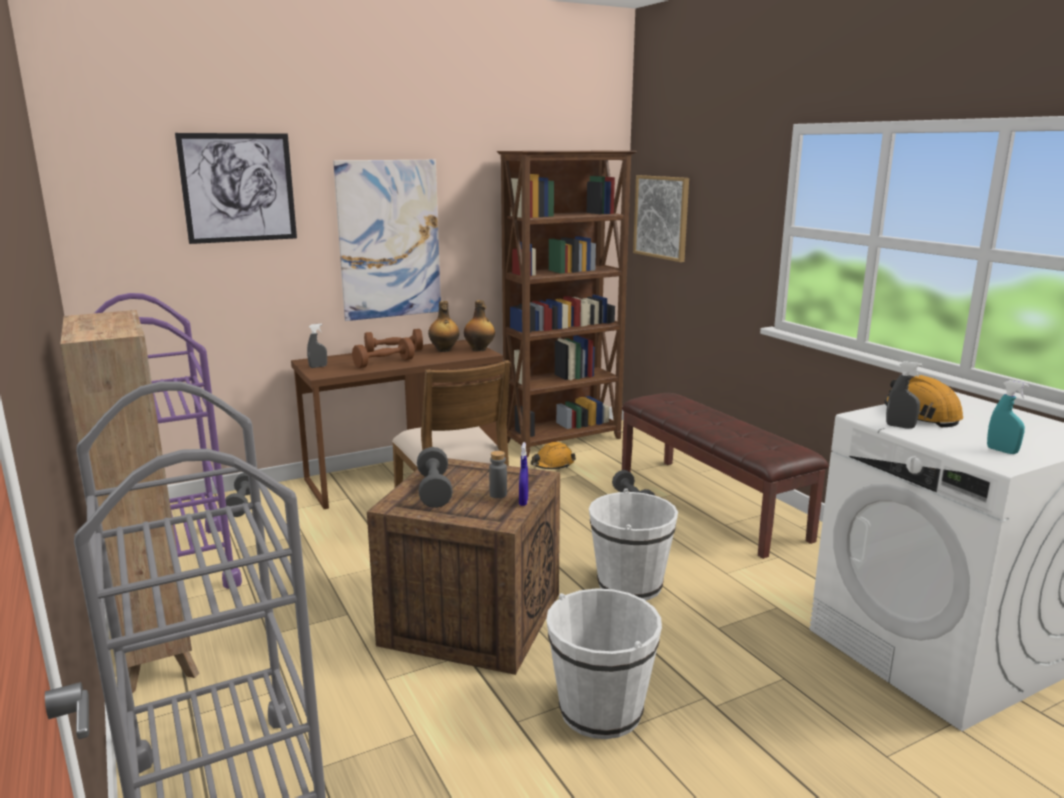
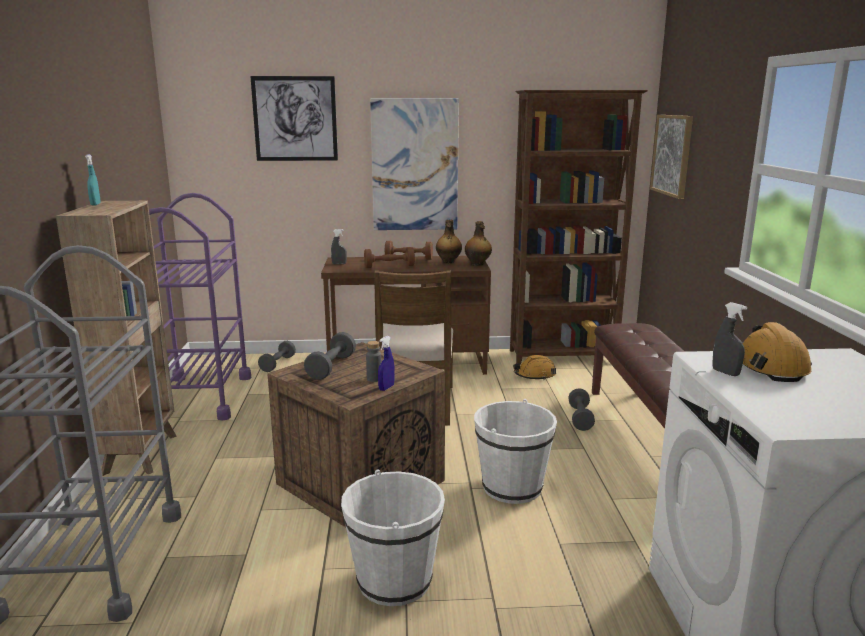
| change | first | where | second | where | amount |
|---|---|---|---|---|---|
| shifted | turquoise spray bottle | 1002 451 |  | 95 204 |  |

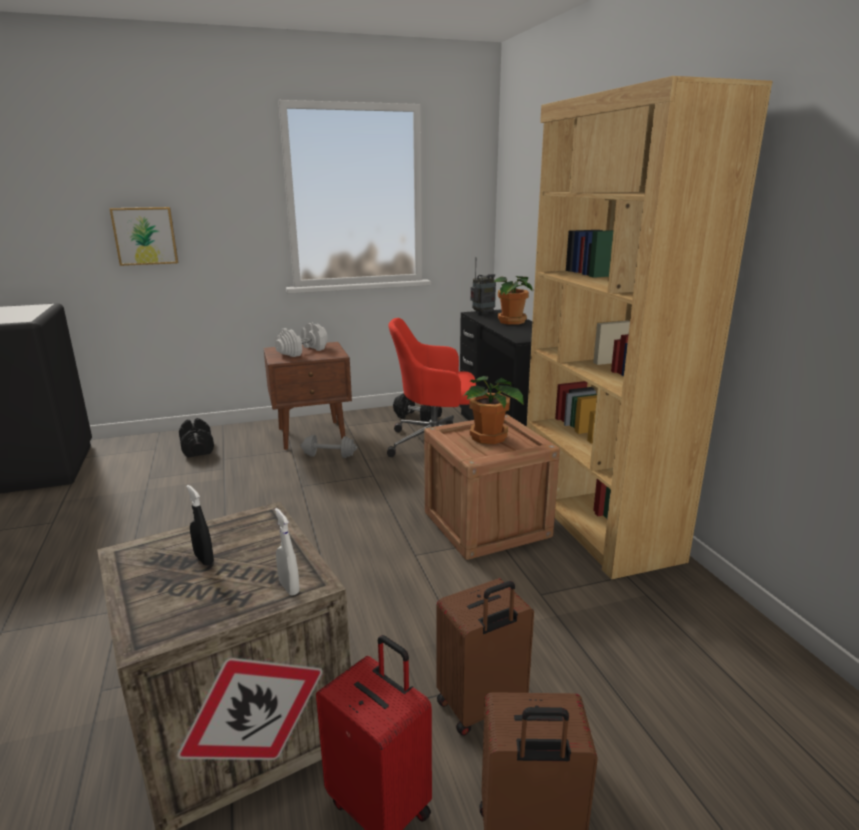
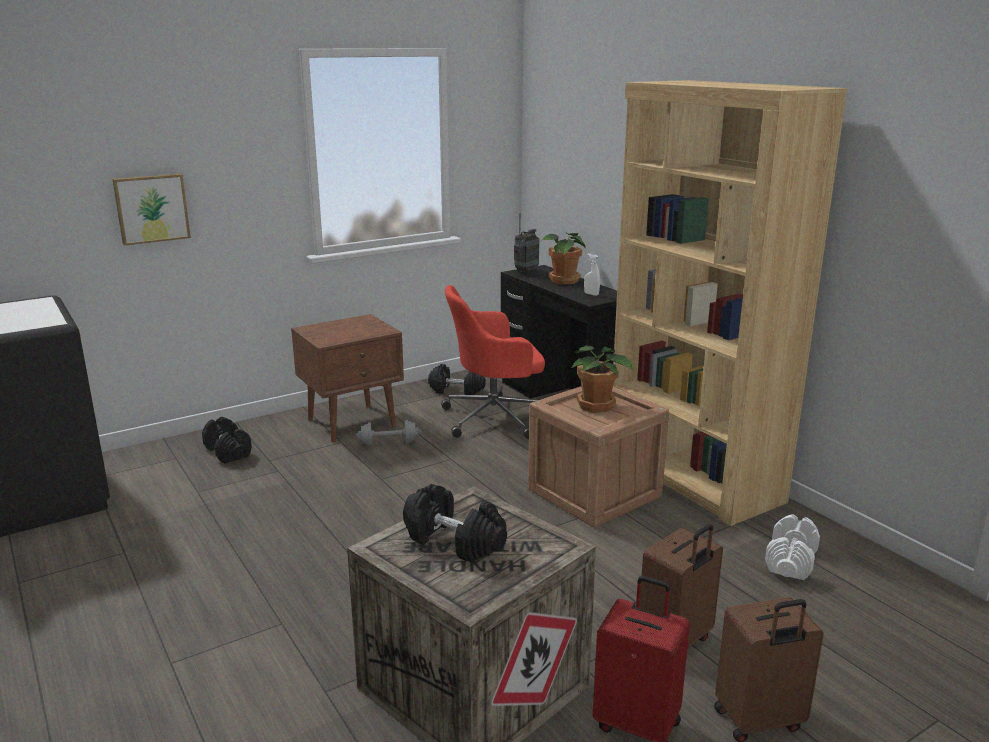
| change | first | where | second | where | amount |
|---|---|---|---|---|---|
| shifted | white dumbbell | 302 351 |  | 790 561 |  |
| shifted | white spray bottle | 289 587 |  | 591 294 |  |
| swapped | black spray bottle | 204 559 | black dumbbell | 455 541 |  |

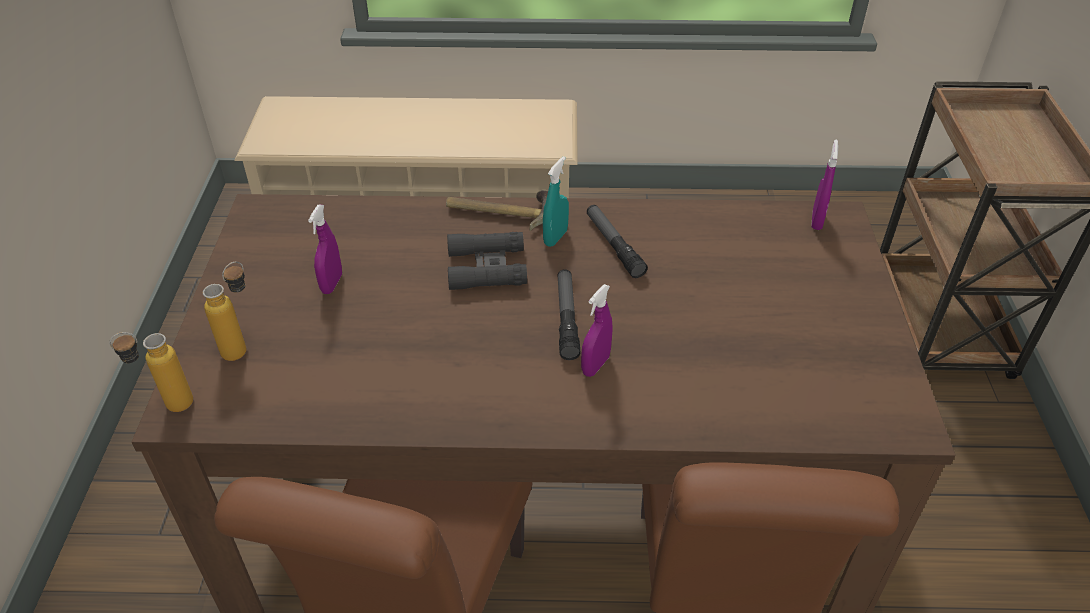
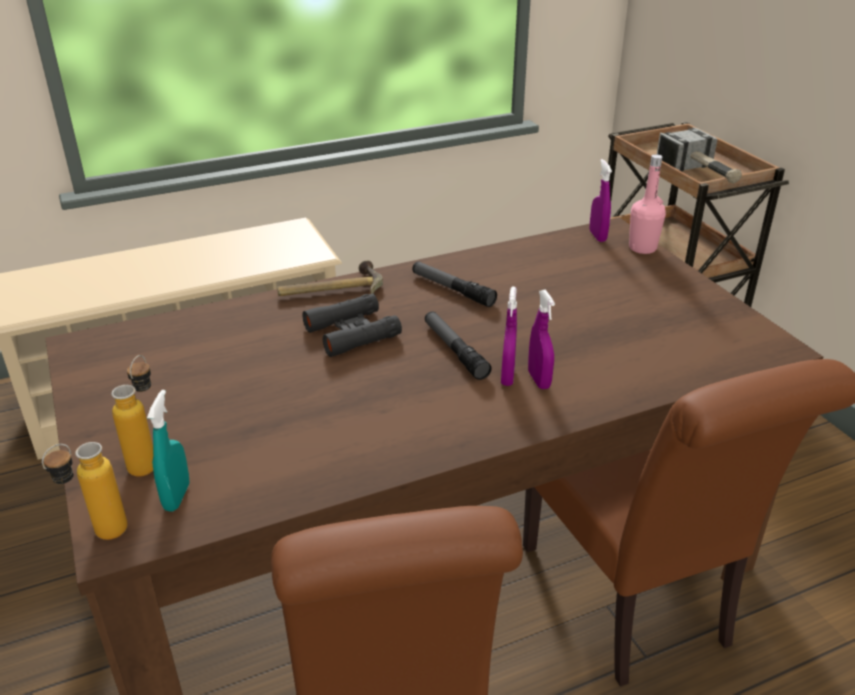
| change | first | where | second | where | amount |
|---|---|---|---|---|---|
| new |  |  | pink bottle | 642 248 |  |
| new |  |  | hammer | 701 174 |  |
| shifted | purple spray bottle | 332 284 |  | 539 380 |  |
| shifted | turquoise spray bottle | 555 238 |  | 177 497 |  |

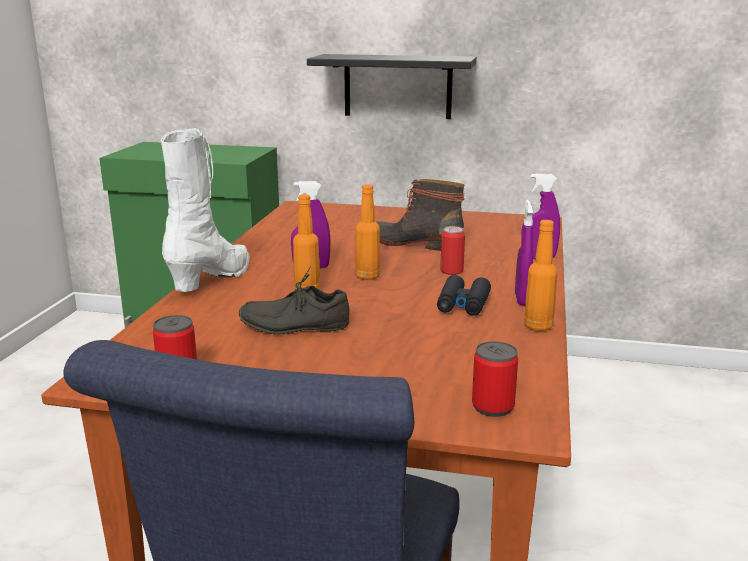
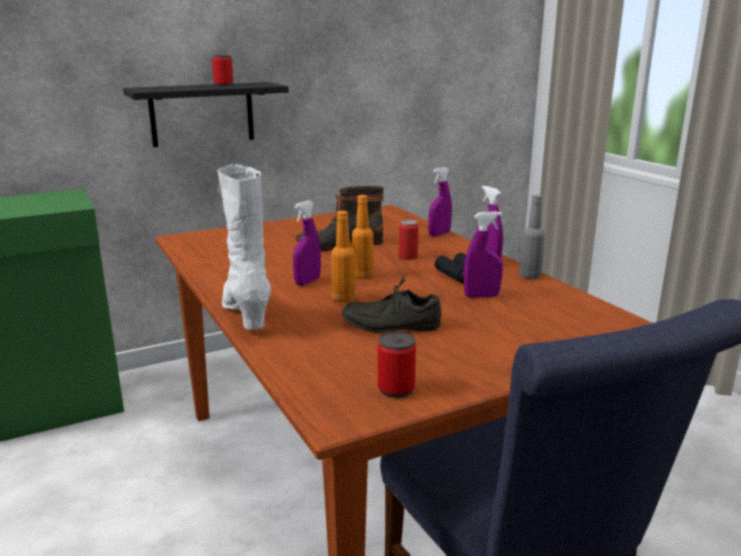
| change | first | where | second | where | amount |
|---|---|---|---|---|---|
| new |  |  | purple spray bottle | 481 296 |  |
| shifted | can | 493 407 |  | 223 85 |  |
| repainted | orange bottle | 538 326 | grey bottle | 530 276 |  |
| rotated | grey shoe | 294 324 |  | 391 324 | 45 degrees clockwise |

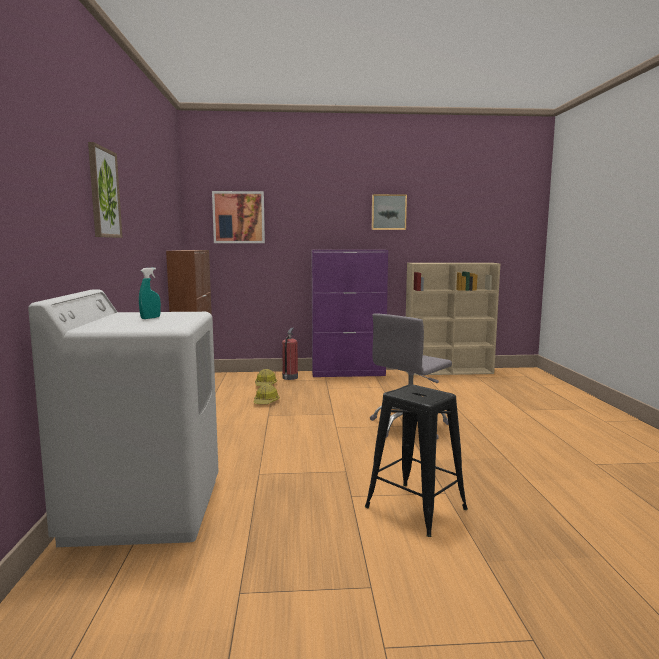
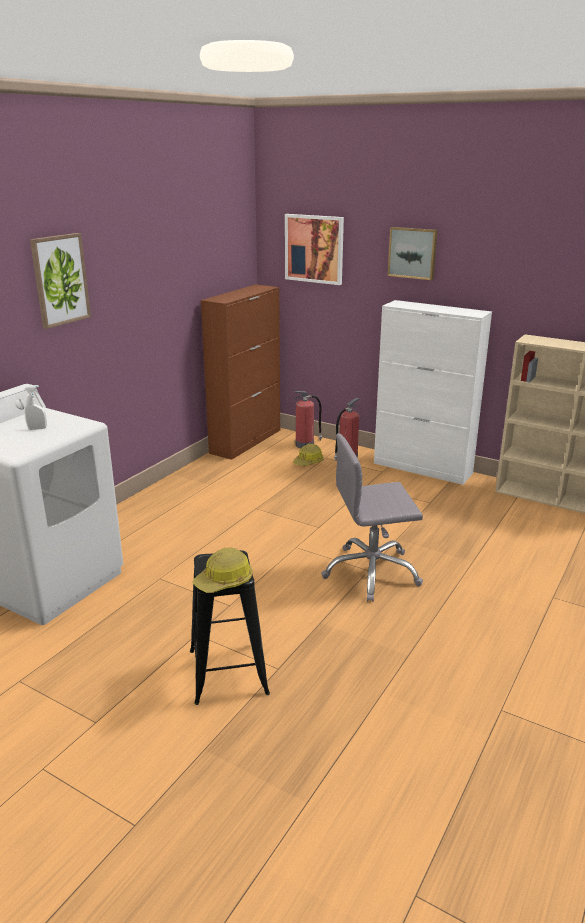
| change | first | where | second | where | amount |
|---|---|---|---|---|---|
| new |  |  | fire extinguisher | 305 444 |  |
| shifted | hard hat | 266 402 |  | 224 581 |  |
| shifted | picture | 388 212 |  | 413 253 |  |
| repainted | turquoise spray bottle | 150 318 | white spray bottle | 37 428 |  |
| repainted | purple cabinet | 348 373 | white cabinet | 423 468 |  |

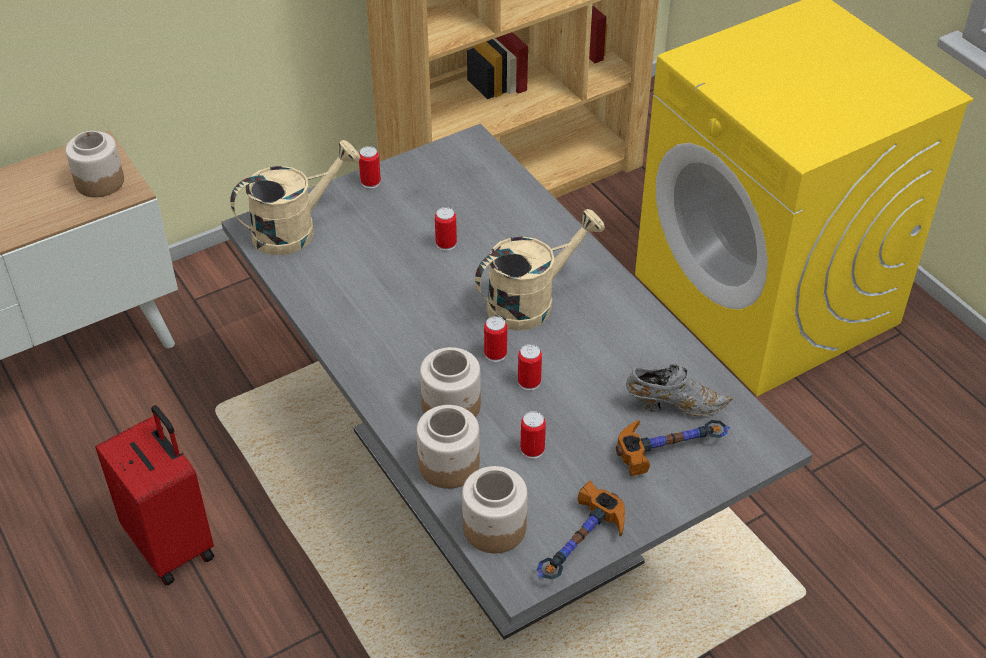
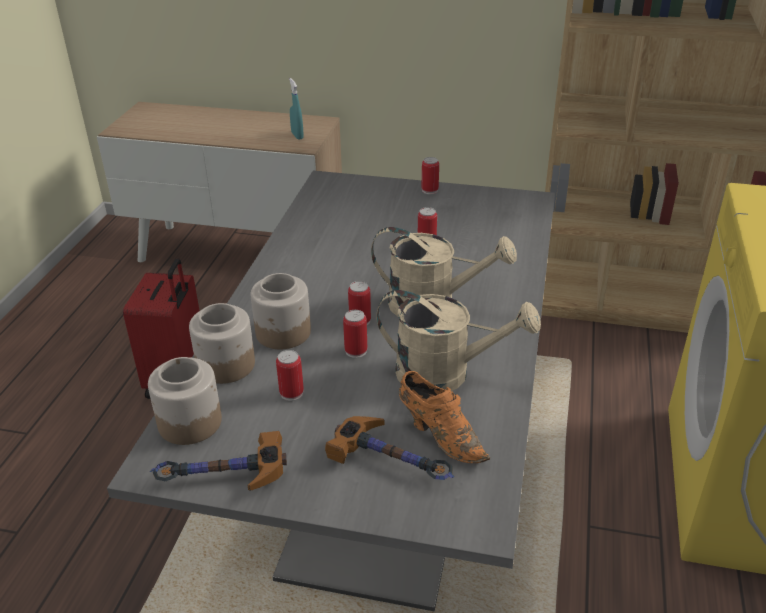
| change | first | where | second | where | amount |
|---|---|---|---|---|---|
| shifted | beige watering can | 295 229 |  | 446 374 |  |
| swapped | jar | 99 181 | turquoise spray bottle | 297 135 |  |
| repainted | grey shoe | 672 405 | orange shoe | 440 435 |  |

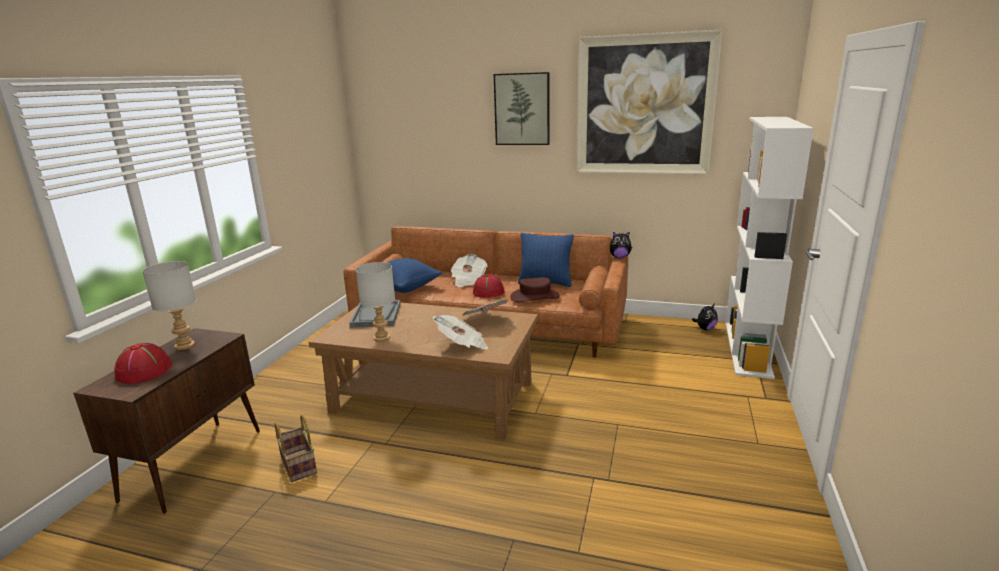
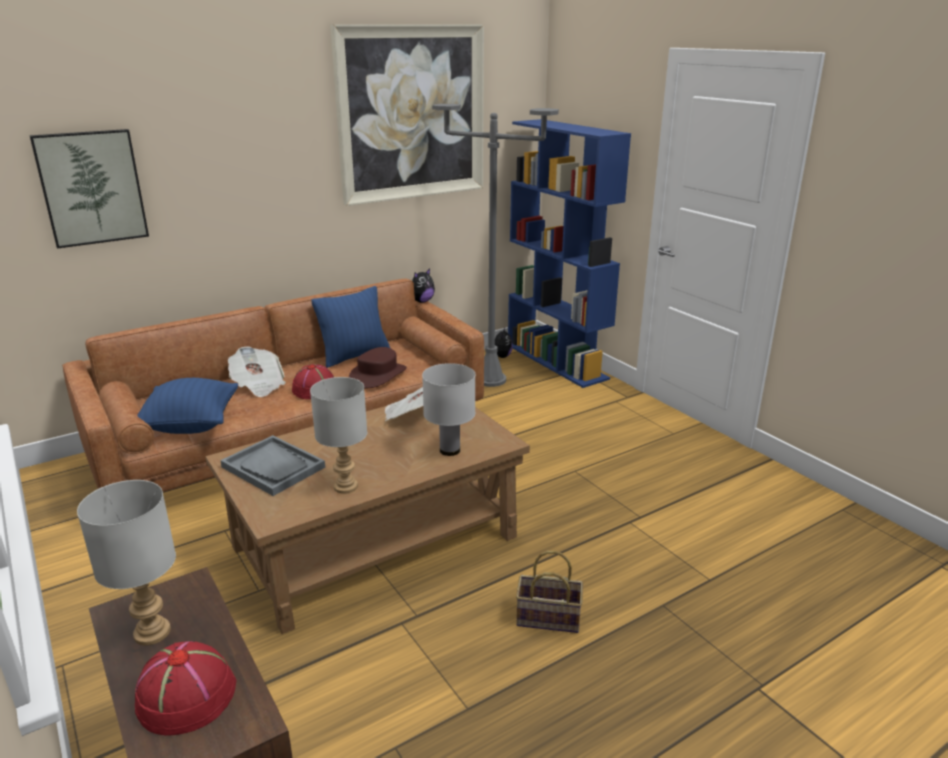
| change | first | where | second | where | amount |
|---|---|---|---|---|---|
| new |  |  | grey floor lamp | 490 380 |  |
| shifted | basket | 297 465 |  | 546 619 |  |
| shifted | picture | 522 109 |  | 92 188 |  |
| swapped | newspaper | 462 345 | white table lamp | 450 450 |  |
| repainted | white bookcase | 748 348 | blue bookcase | 557 361 |  |

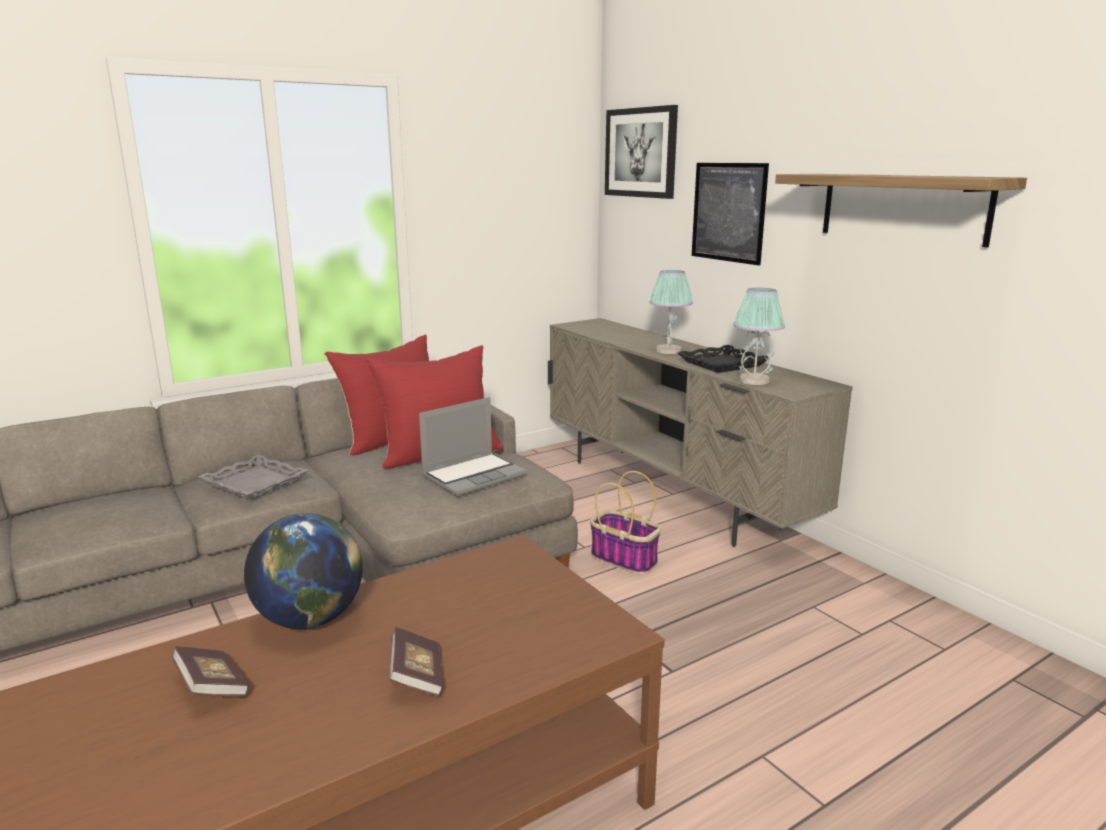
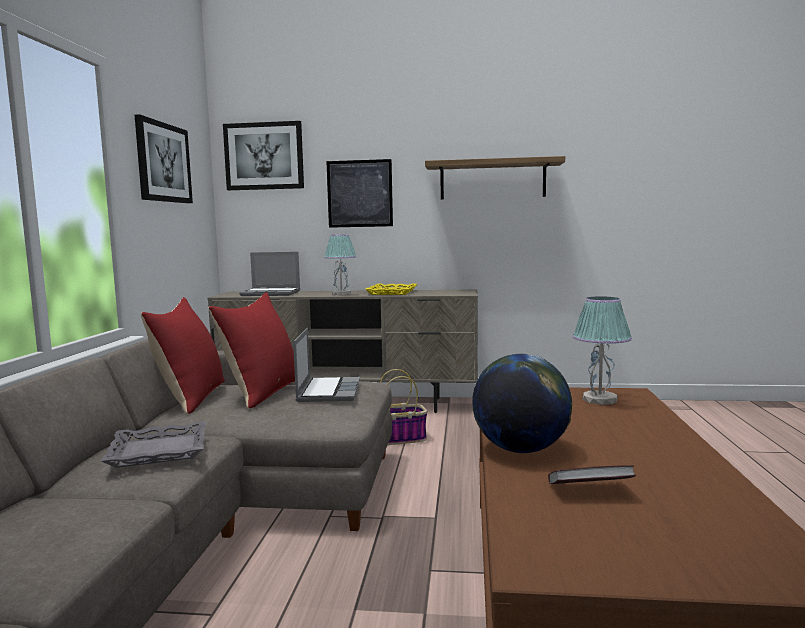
| change | first | where | second | where | amount |
|---|---|---|---|---|---|
| gone | book | 417 676 |  |  |  |
| new |  |  | picture | 163 162 |  |
| new |  |  | laptop | 272 293 |  |
| shifted | table lamp | 753 381 |  | 600 400 |  |
| repainted | black tray | 722 364 | yellow tray | 391 293 |  |

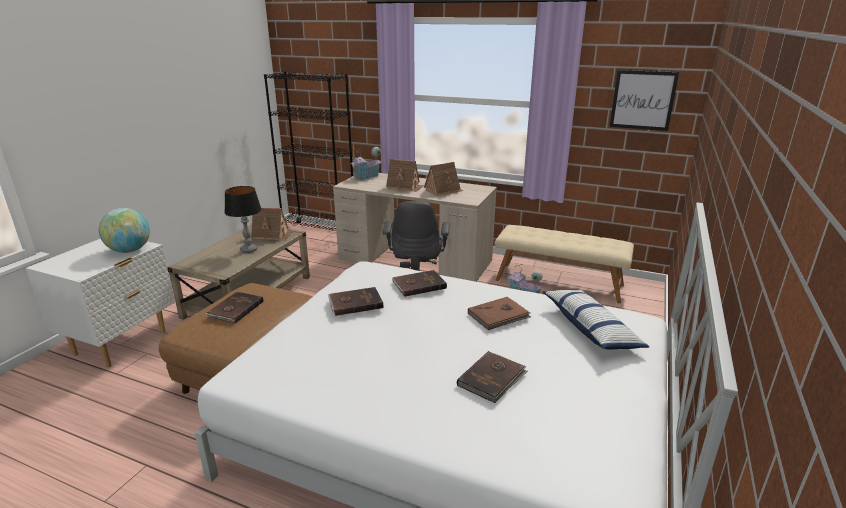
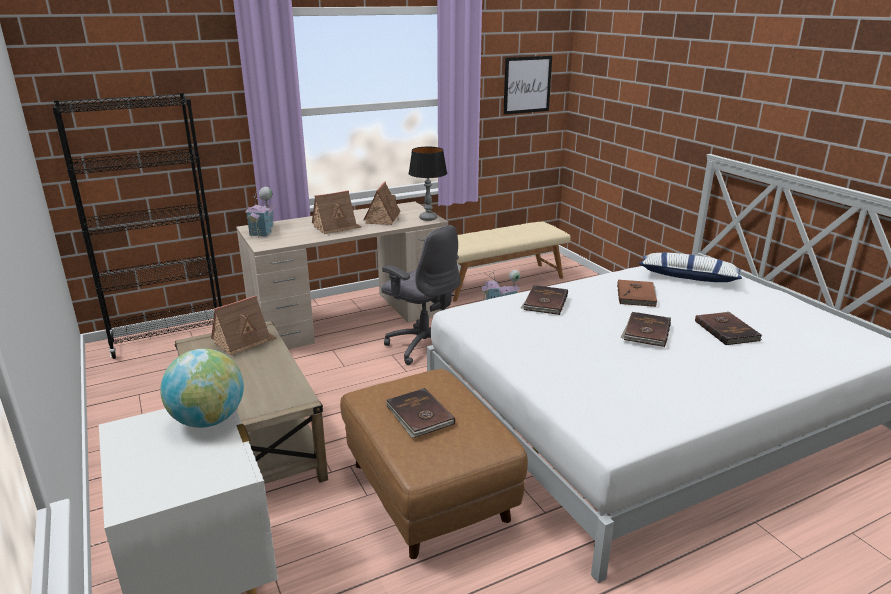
| change | first | where | second | where | amount |
|---|---|---|---|---|---|
| shifted | table lamp | 249 250 |  | 428 218 |  |
| shifted | brown book | 355 303 |  | 646 331 |  |

